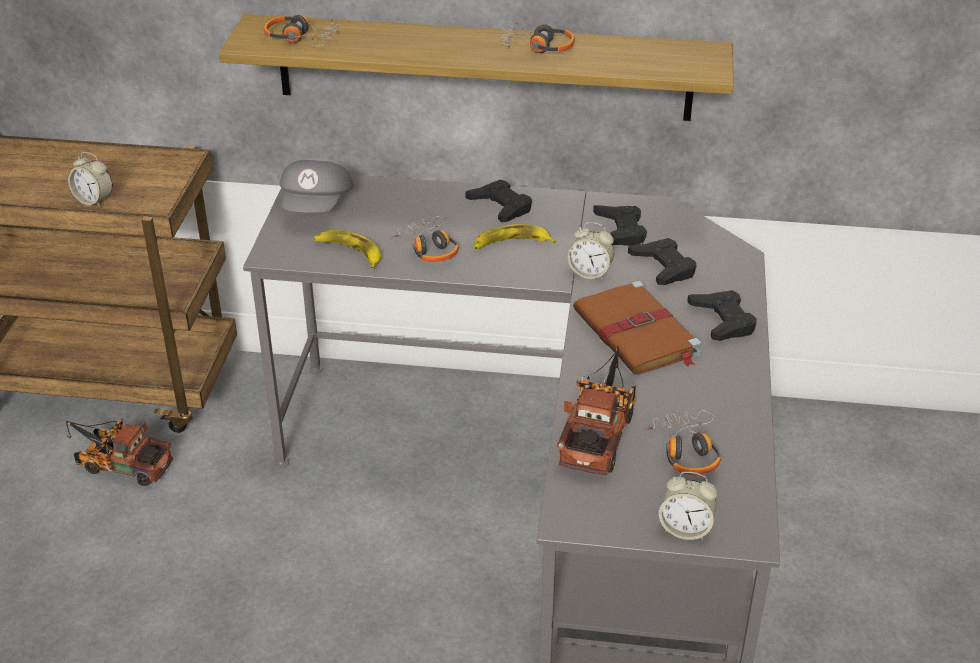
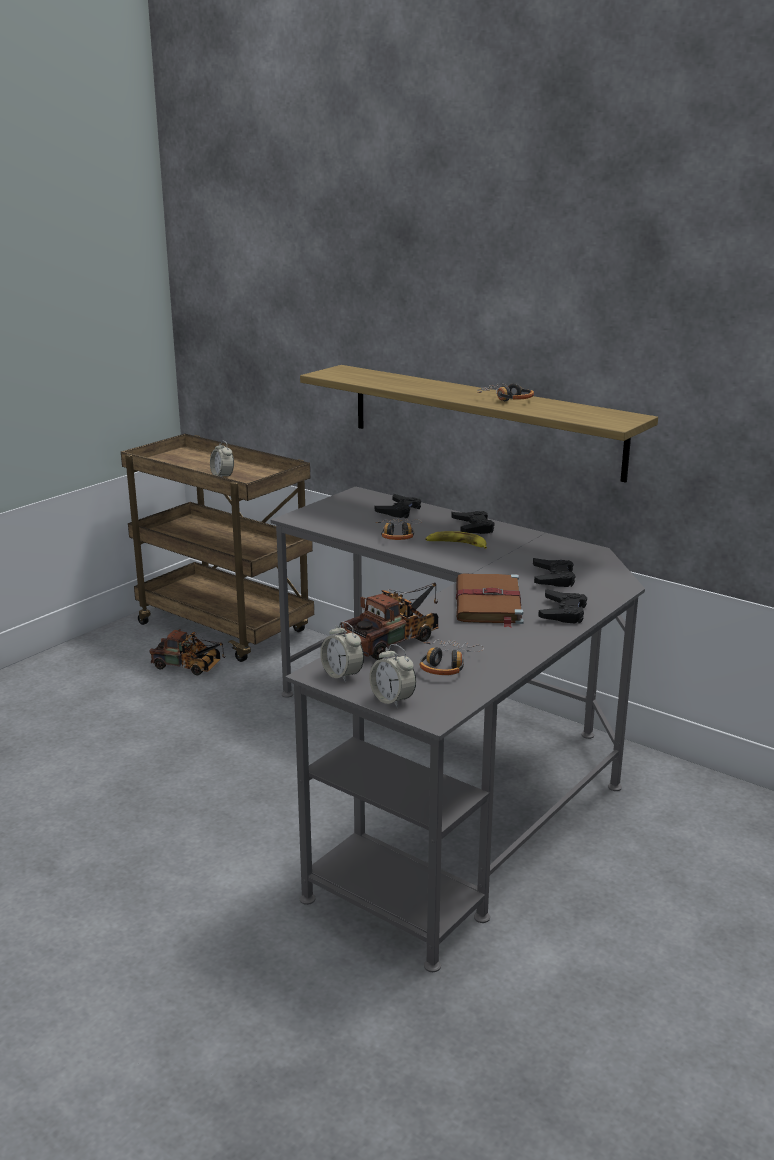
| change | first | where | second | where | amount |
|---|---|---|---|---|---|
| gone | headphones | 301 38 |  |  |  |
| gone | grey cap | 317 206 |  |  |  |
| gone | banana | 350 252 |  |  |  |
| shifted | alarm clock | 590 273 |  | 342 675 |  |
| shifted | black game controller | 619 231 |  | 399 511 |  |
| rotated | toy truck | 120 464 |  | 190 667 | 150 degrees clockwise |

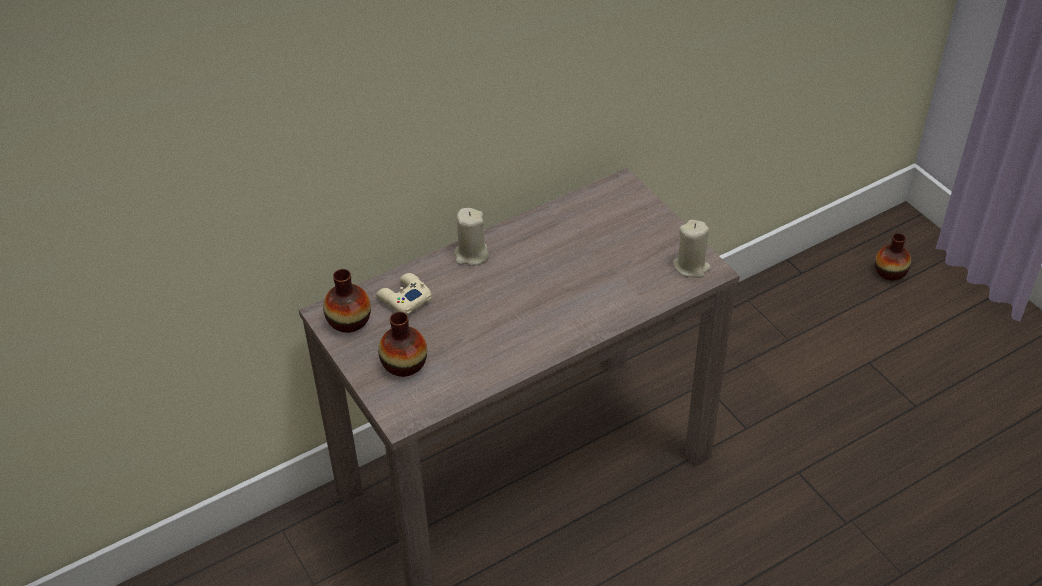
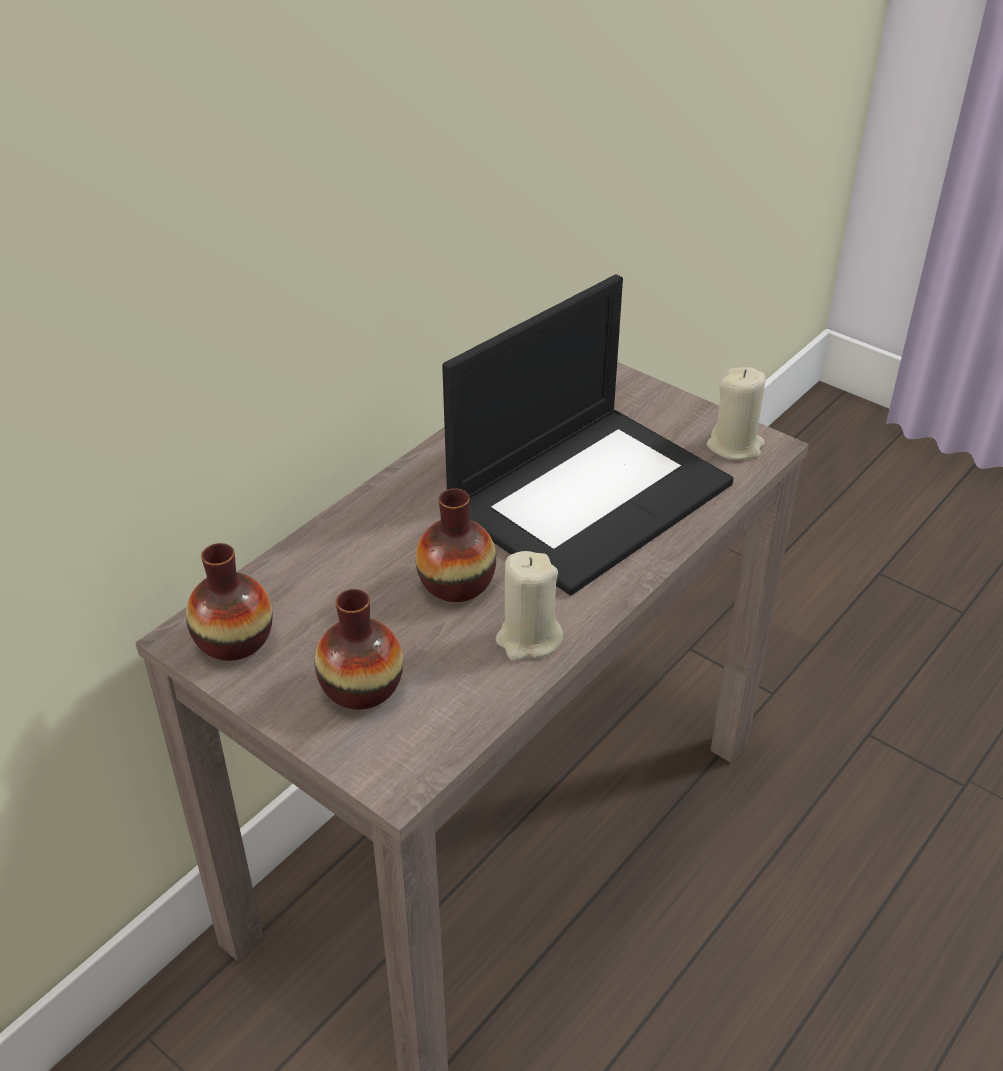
| change | first | where | second | where | amount |
|---|---|---|---|---|---|
| gone | beige game controller | 404 298 |  |  |  |
| new |  |  | laptop | 590 494 |  |
| shifted | beige candle | 471 255 |  | 528 639 |  |
| shifted | vase | 890 272 |  | 456 583 |  |

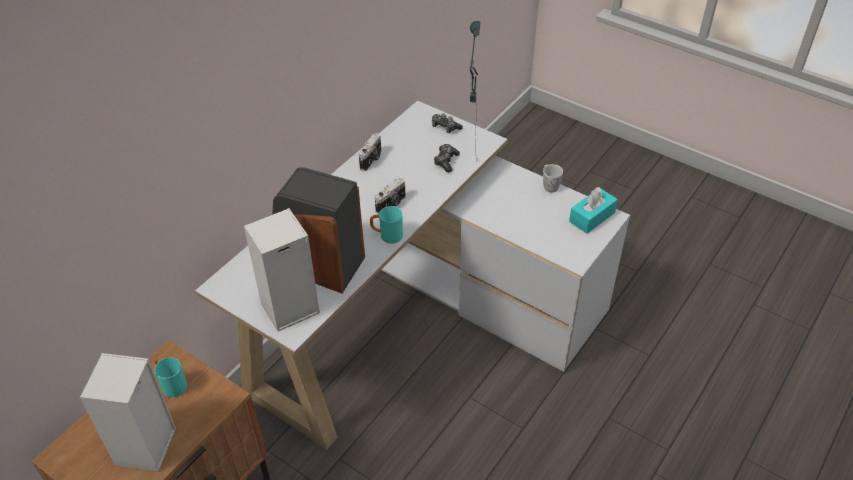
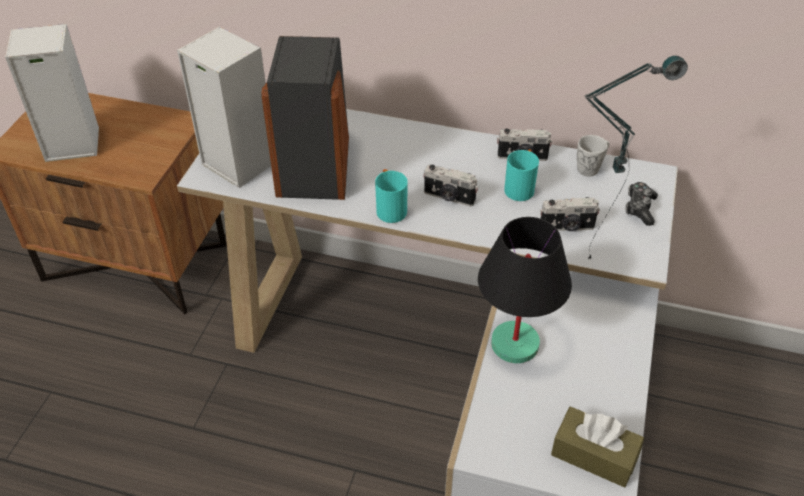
| change | first | where | second | where | amount |
|---|---|---|---|---|---|
| new |  |  | black table lamp | 516 344 |  |
| shifted | turquoise mug | 171 384 |  | 520 187 |  |
| shifted | white mug | 549 185 |  | 591 168 |  |
| swapped | game controller | 446 161 | photo camera | 567 227 |  |
| repainted | turquoise tissue box | 592 217 | brown tissue box | 594 455 |  |

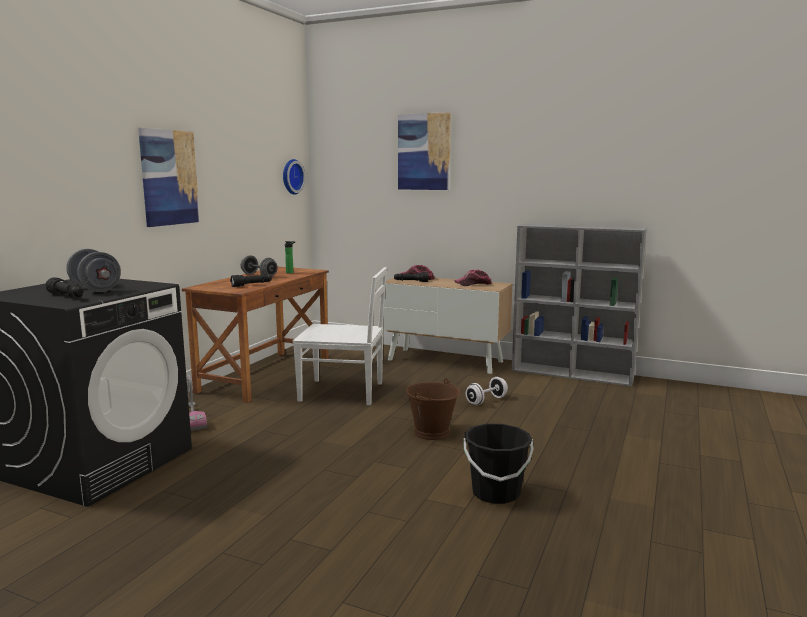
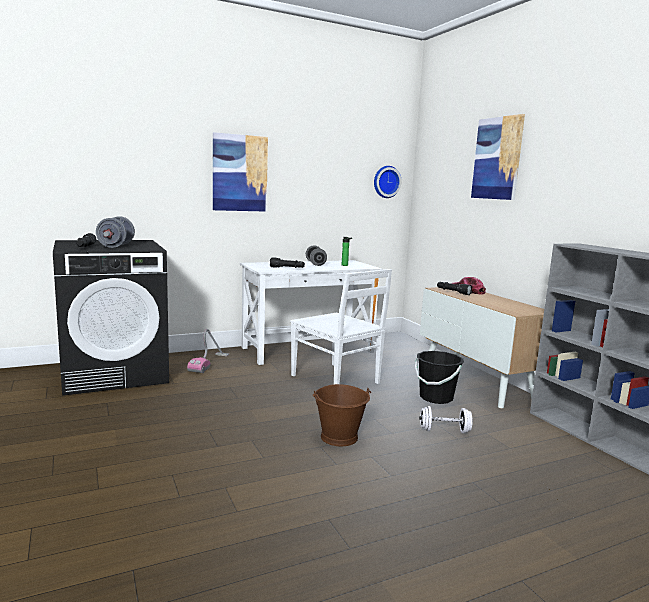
| change | first | where | second | where | amount |
|---|---|---|---|---|---|
| gone | cap | 473 284 |  |  |  |
| shifted | black bucket | 495 493 |  | 436 397 |  |
| repainted | brown desk | 265 375 | white desk | 307 350 |  |

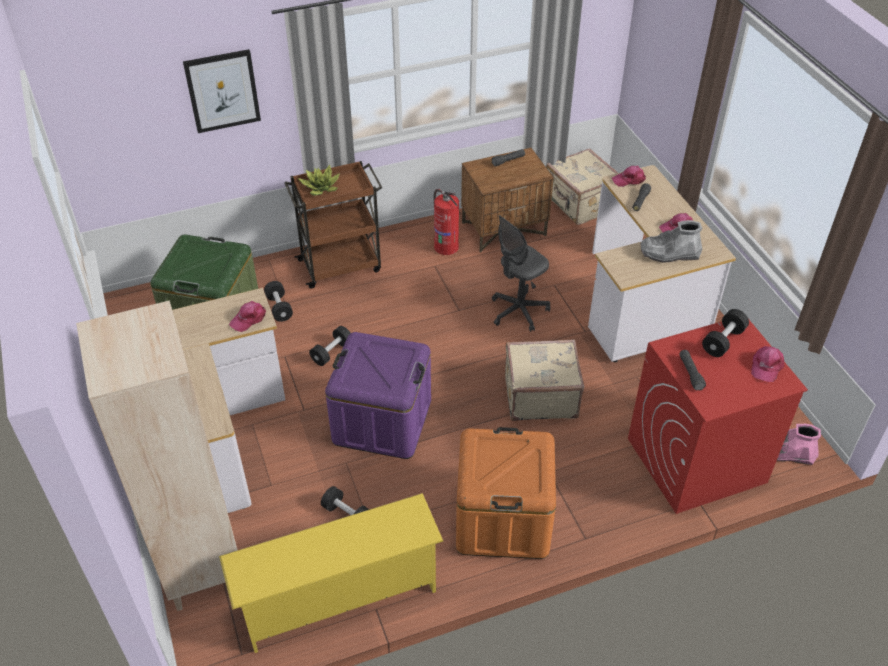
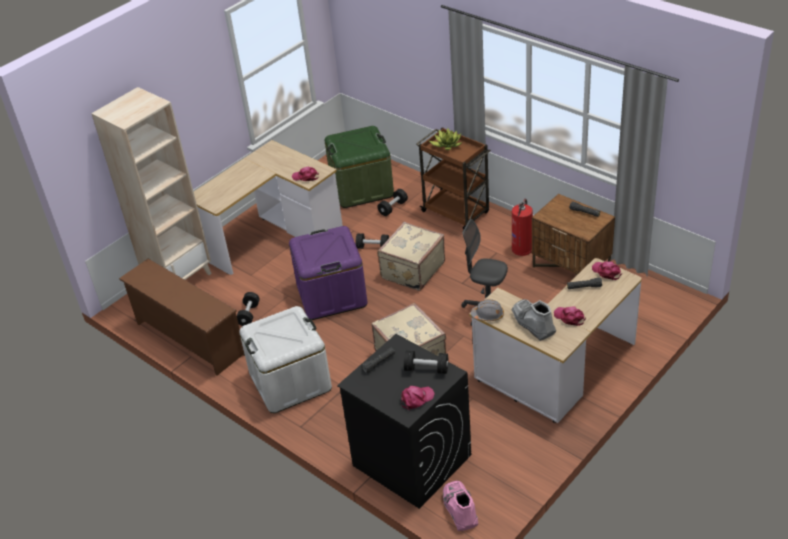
| change | first | where | second | where | amount |
|---|---|---|---|---|---|
| gone | picture | 222 91 |  |  |  |
| new |  |  | grey hard hat | 488 315 |  |
| shifted | beige suitcase | 580 203 |  | 411 270 |  |
| repainted | yellow shoe rack | 339 599 | brown shoe rack | 188 339 |  |
| repainted | orange storage box | 503 519 | white storage box | 290 381 |  |
| repainted | red washing machine | 695 461 | black washing machine | 411 460 |  |
| rotated | pink cap | 766 366 |  | 416 399 | 150 degrees clockwise |

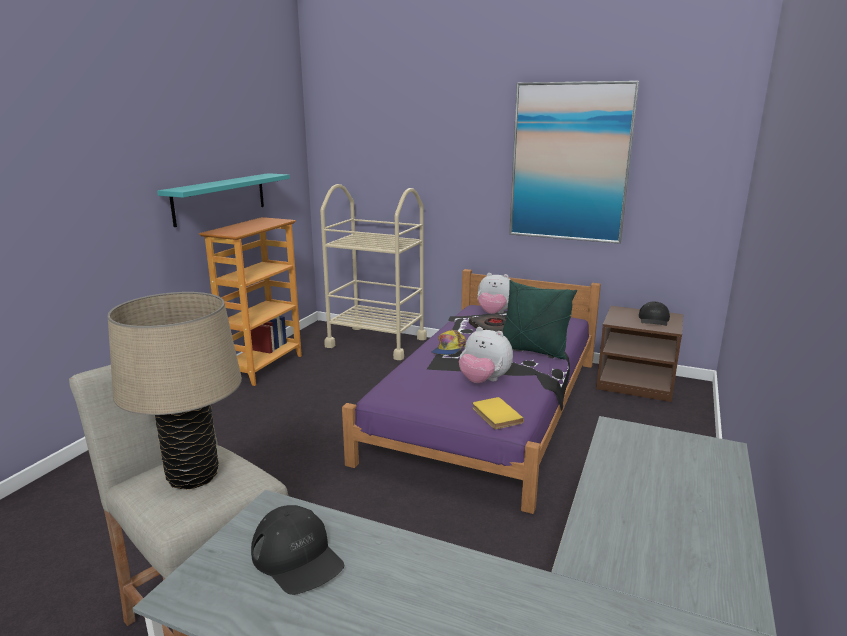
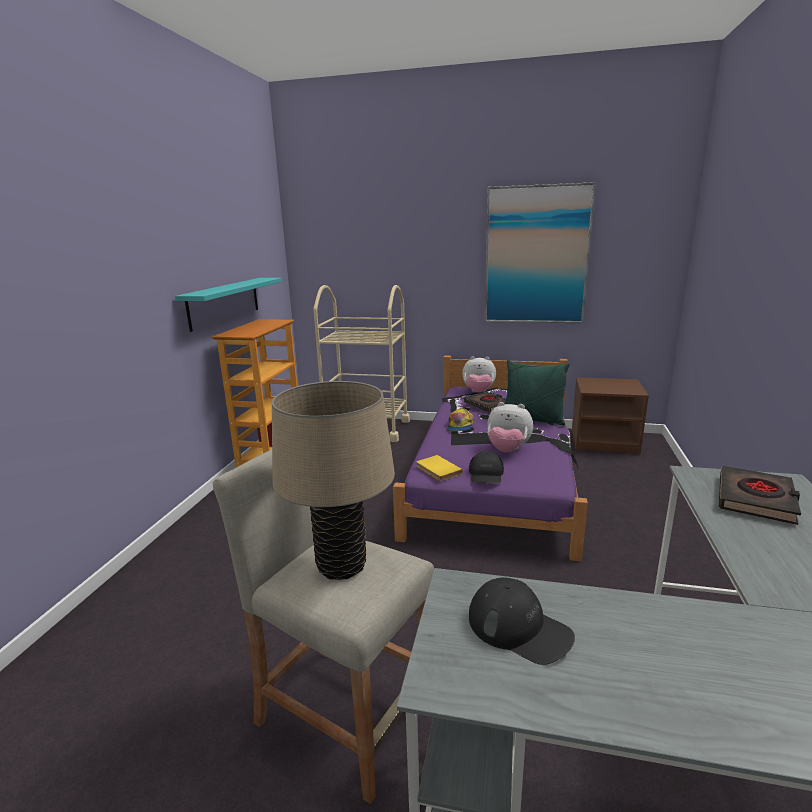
| change | first | where | second | where | amount |
|---|---|---|---|---|---|
| new |  |  | black book | 756 499 |  |
| shifted | yellow book | 495 415 |  | 437 470 |  |
| shifted | black cap | 654 320 |  | 486 474 |  |

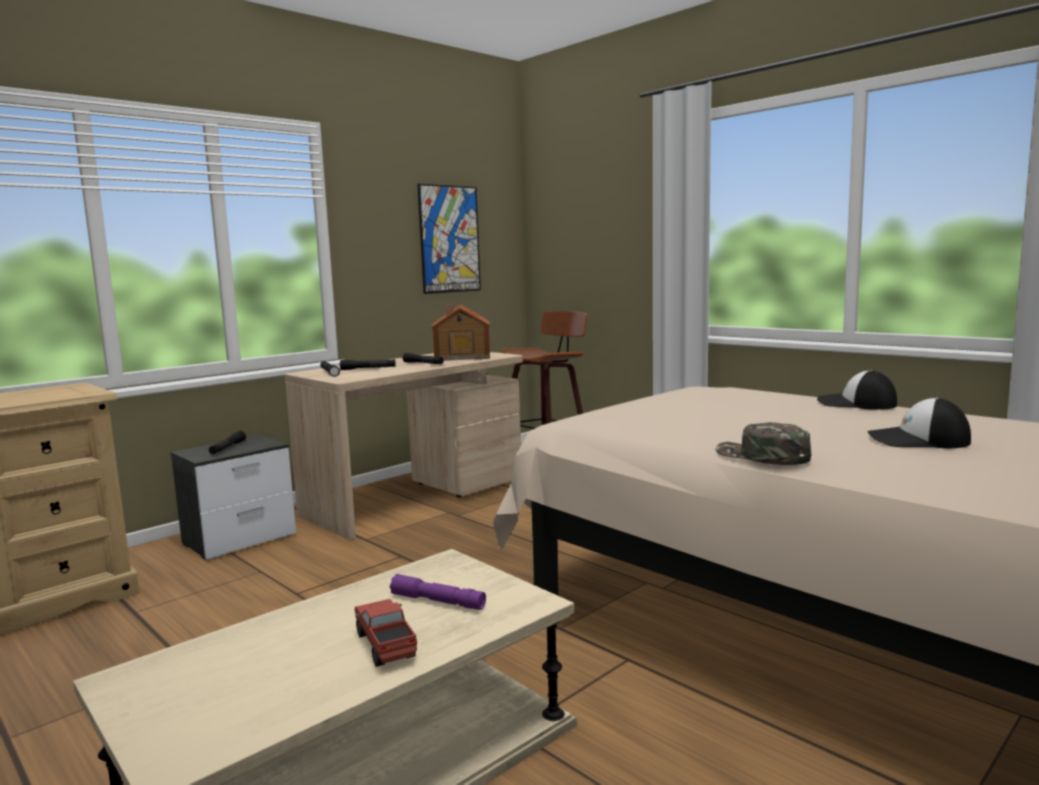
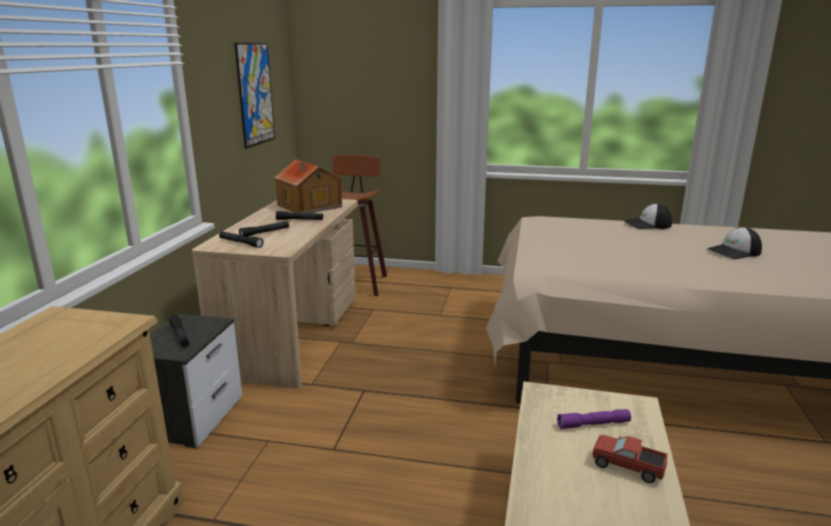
| change | first | where | second | where | amount |
|---|---|---|---|---|---|
| gone | green cap | 761 456 |  |  |  |

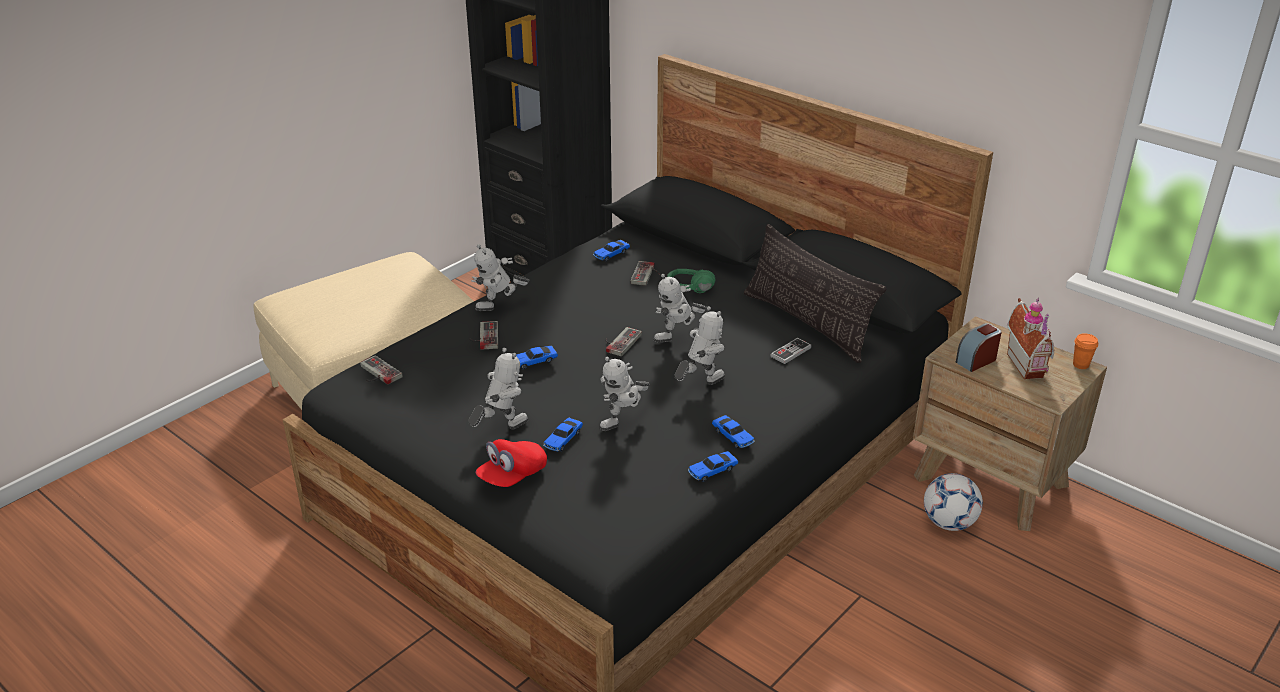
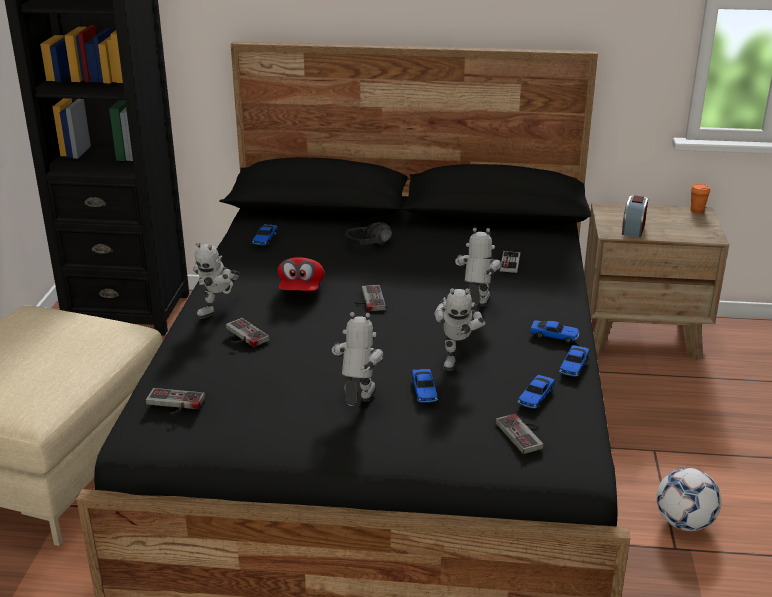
| change | first | where | second | where | amount |
|---|---|---|---|---|---|
| gone | toy robot | 678 339 |  |  |  |
| gone | pillow | 807 323 |  |  |  |
| gone | toy house | 1029 365 |  |  |  |
| shifted | red cap | 512 476 |  | 301 290 |  |
| shifted | toy car | 534 361 |  | 535 397 |  |
| shifted | game controller | 647 275 |  | 525 434 |  |
| shifted | football | 948 523 |  | 684 523 |  |
| repainted | green headphones | 690 292 | black headphones | 371 247 |  |

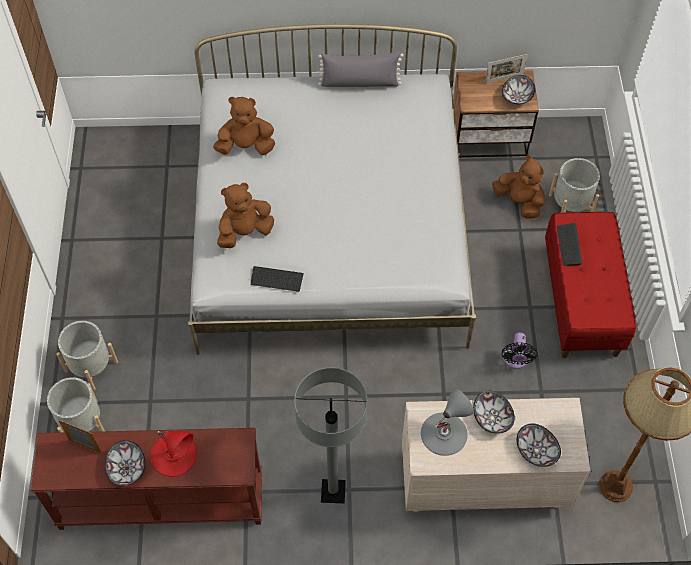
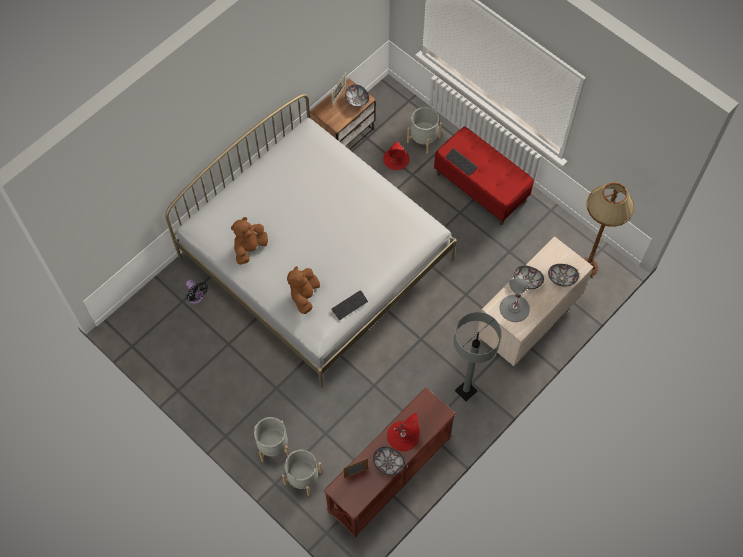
| change | first | where | second | where | amount |
|---|---|---|---|---|---|
| gone | grey pillow | 360 82 |  |  |  |
| shifted | black fan | 515 360 |  | 196 297 |  |
| swapped | brown plush toy | 519 201 | red table lamp | 396 159 |  |

